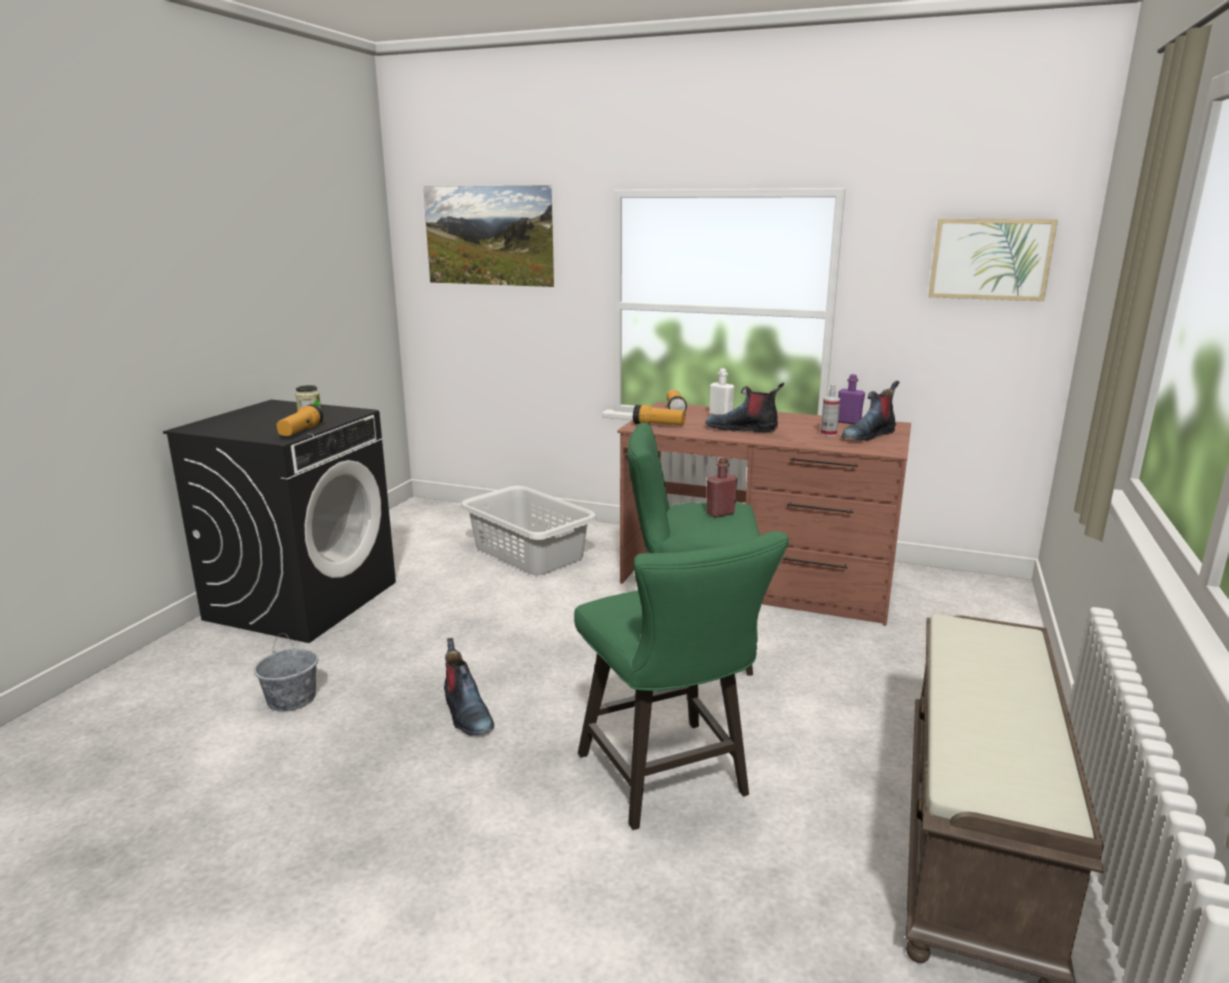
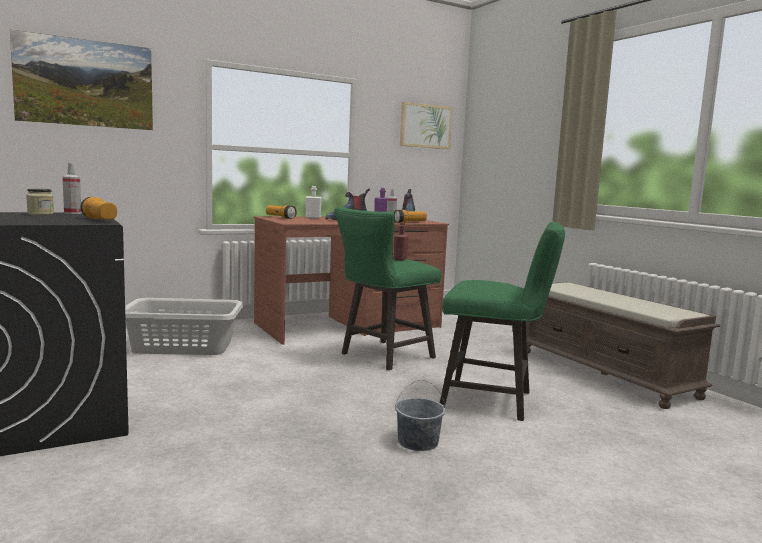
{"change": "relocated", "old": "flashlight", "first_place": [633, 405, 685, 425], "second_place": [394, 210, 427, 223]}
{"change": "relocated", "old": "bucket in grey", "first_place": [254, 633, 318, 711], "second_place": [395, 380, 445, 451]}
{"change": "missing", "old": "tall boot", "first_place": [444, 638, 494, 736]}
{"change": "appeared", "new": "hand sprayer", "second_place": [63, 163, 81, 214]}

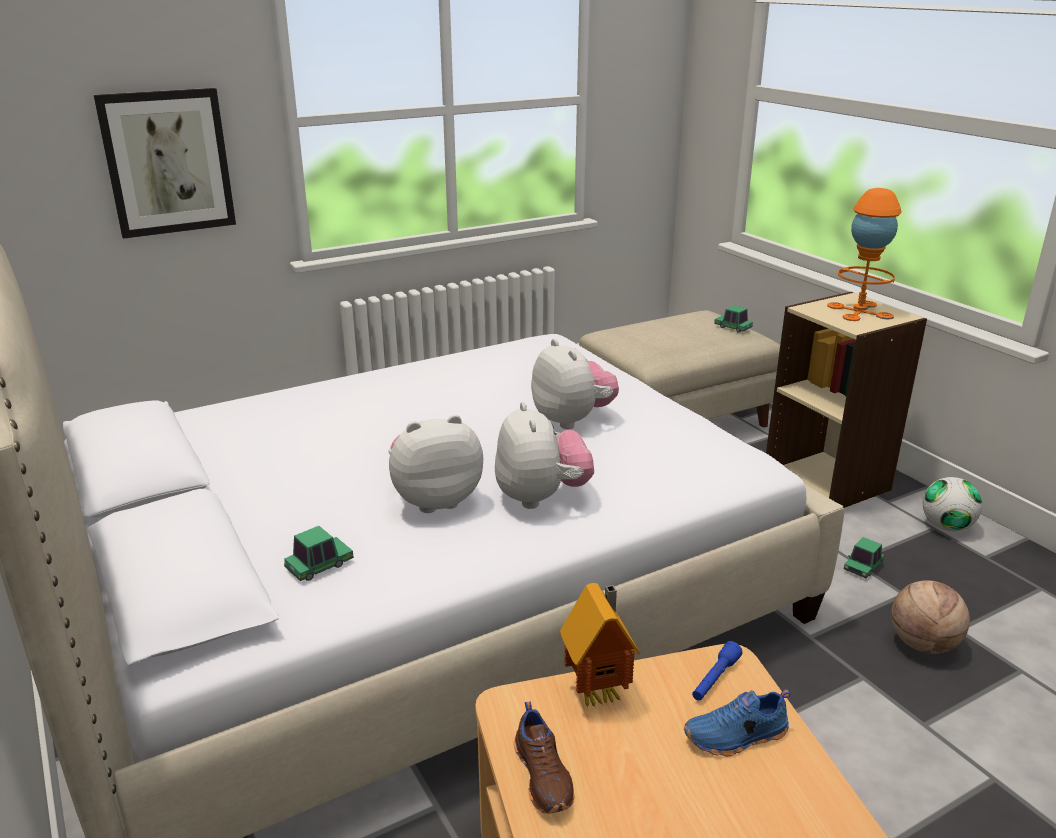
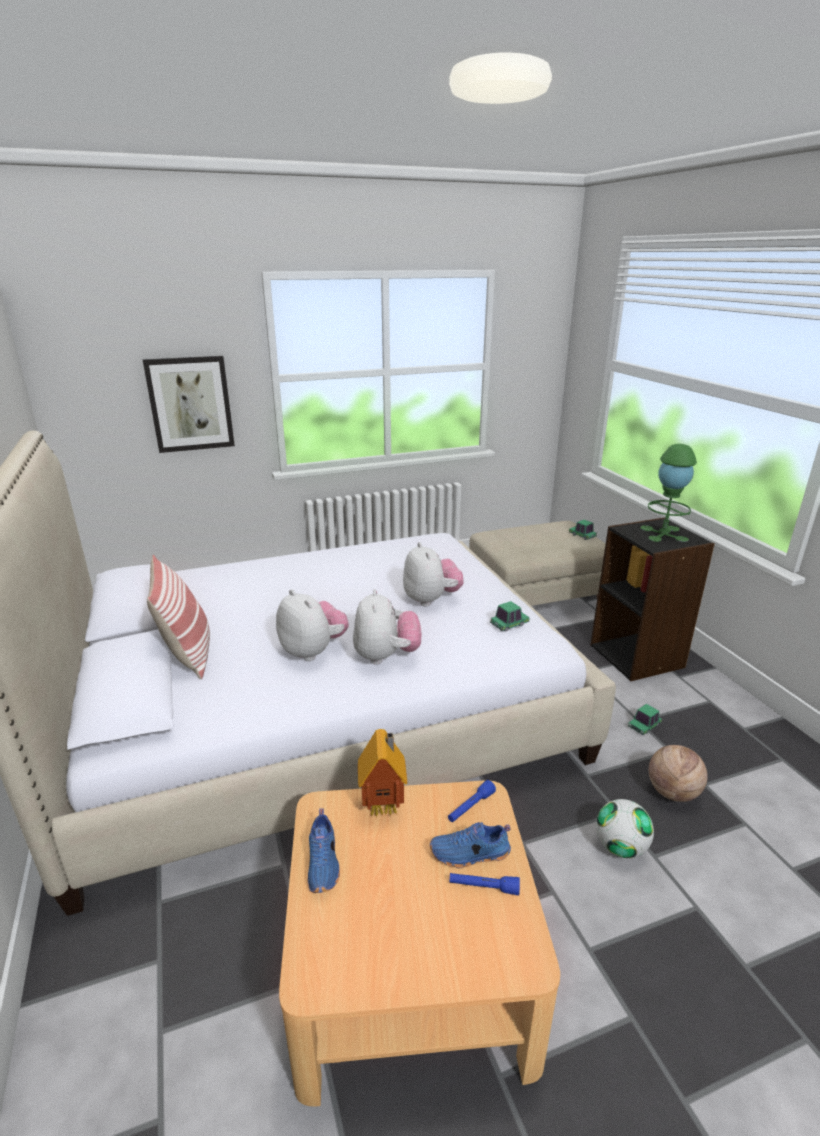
{"change": "colour", "old": "tabletop lamp in orangey", "new": "tabletop lamp in green-coloured", "first_place": [827, 188, 902, 321], "second_place": [641, 444, 697, 542]}
{"change": "colour", "old": "shelving unit in beige-coloured", "new": "shelving unit in black", "first_place": [766, 292, 927, 508], "second_place": [590, 518, 715, 681]}
{"change": "spun", "old": "cuddly toy", "first_place": [388, 415, 483, 513], "second_place": [276, 589, 349, 661], "degrees": 60}
{"change": "relocated", "old": "football ball", "first_place": [923, 477, 982, 531], "second_place": [596, 799, 654, 858]}
{"change": "relocated", "old": "model car", "first_place": [284, 526, 354, 581], "second_place": [490, 601, 530, 632]}
{"change": "colour", "old": "item of footwear in brown-coloured", "new": "item of footwear in blue", "first_place": [514, 701, 574, 814], "second_place": [308, 809, 340, 893]}
{"change": "appeared", "new": "pillow", "second_place": [147, 555, 210, 679]}
{"change": "appeared", "new": "flashlight in blue", "second_place": [449, 873, 520, 896]}

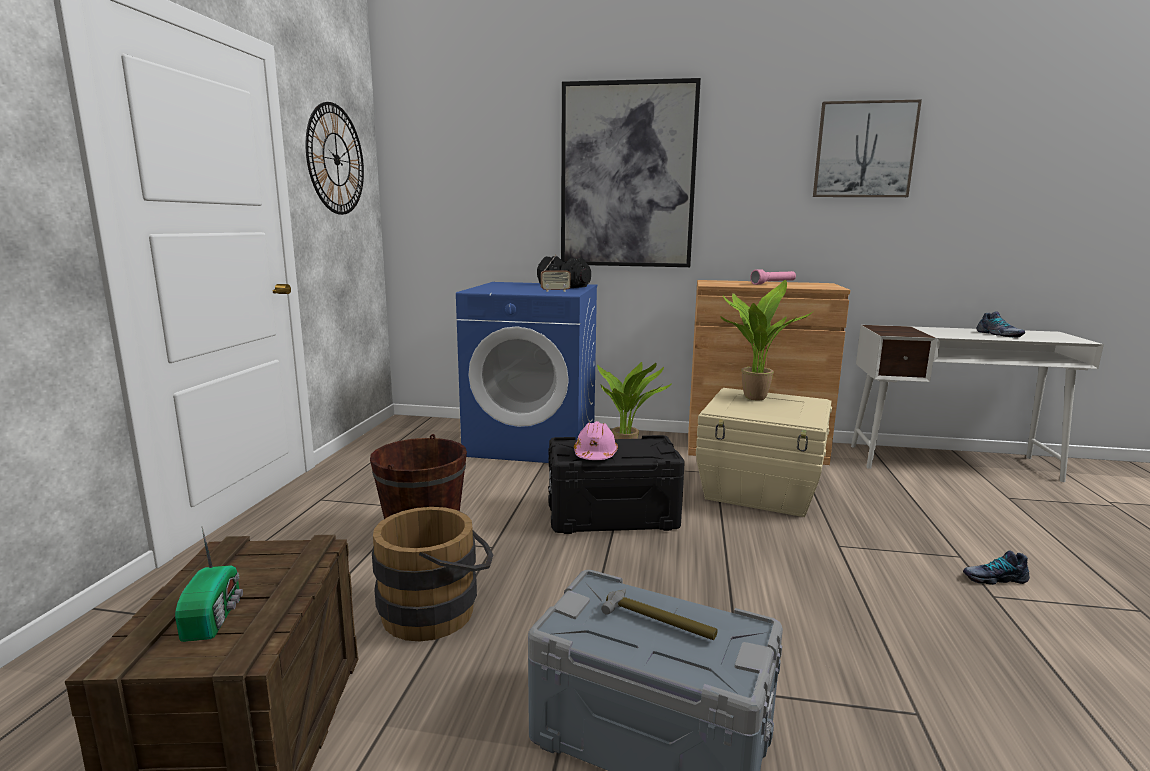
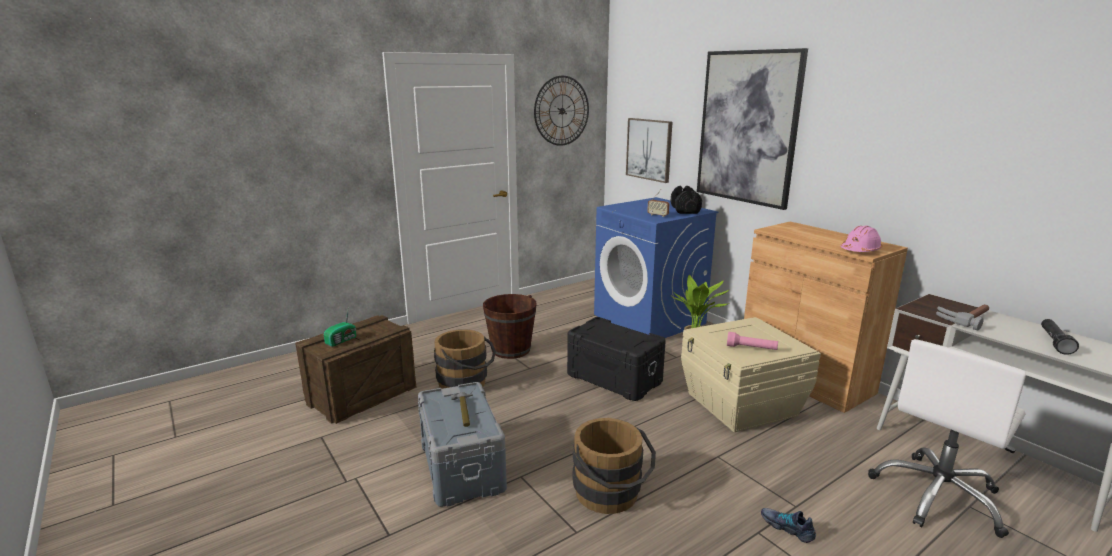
{"change": "relocated", "old": "wall picture", "first_place": [813, 100, 922, 197], "second_place": [626, 118, 672, 183]}
{"change": "relocated", "old": "flashlight in pink", "first_place": [750, 269, 796, 285], "second_place": [727, 332, 778, 350]}
{"change": "missing", "old": "houseplant", "first_place": [720, 280, 814, 400]}
{"change": "exchanged", "old": "item of footwear", "new": "flashlight in black", "first_place": [976, 311, 1025, 338], "second_place": [1041, 319, 1079, 355]}
{"change": "relocated", "old": "hard hat in pink", "first_place": [574, 421, 618, 460], "second_place": [841, 225, 882, 252]}
{"change": "appeared", "new": "tool hammer", "second_place": [936, 304, 989, 331]}
{"change": "appeared", "new": "office chair in whitish", "second_place": [868, 339, 1026, 538]}
{"change": "appeared", "new": "bucket in brown-coloured", "second_place": [573, 418, 656, 514]}

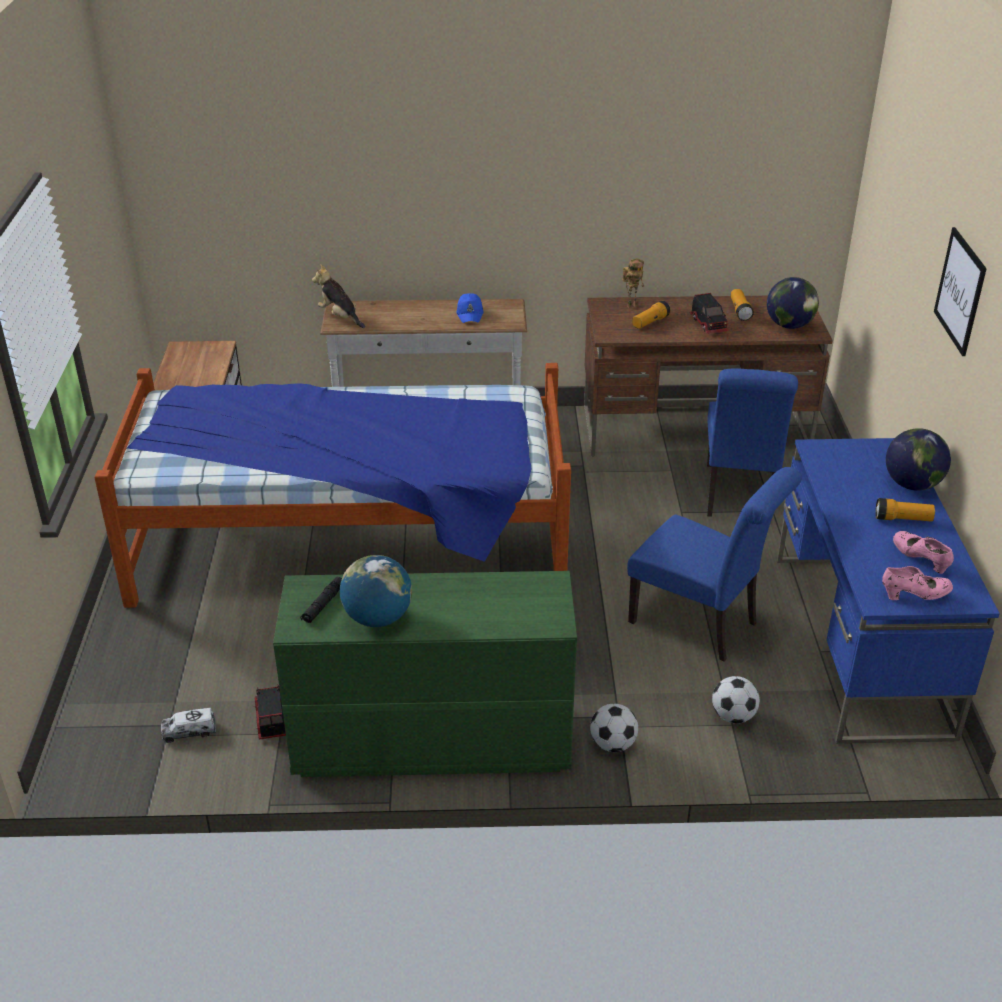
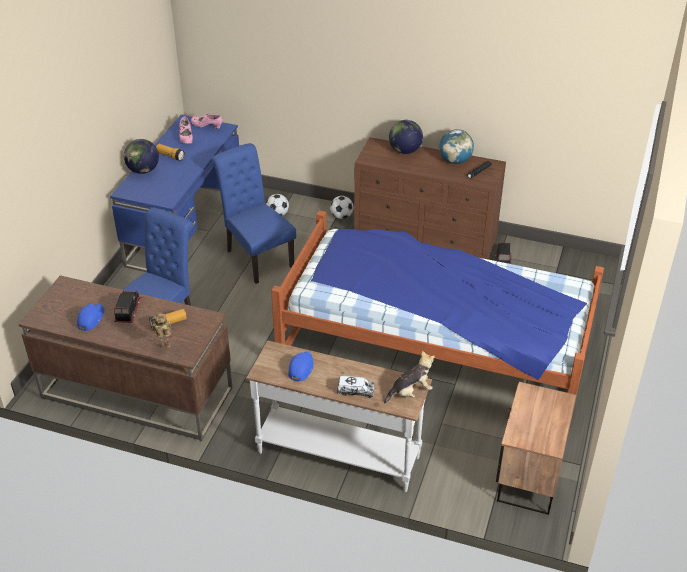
{"change": "missing", "old": "wall picture", "first_place": [934, 227, 987, 356]}
{"change": "spun", "old": "cuddly toy", "first_place": [312, 264, 365, 328], "second_place": [384, 351, 435, 404], "degrees": -90}
{"change": "relocated", "old": "globe", "first_place": [767, 277, 819, 329], "second_place": [389, 120, 423, 154]}
{"change": "exchanged", "old": "flashlight", "new": "cap in blue", "first_place": [731, 289, 754, 321], "second_place": [77, 304, 104, 331]}
{"change": "colour", "old": "chest of drawers in green-coloured", "new": "chest of drawers in brown-coloured", "first_place": [273, 571, 577, 777], "second_place": [354, 137, 506, 259]}
{"change": "relocated", "old": "model truck", "first_place": [161, 708, 216, 743], "second_place": [337, 376, 375, 398]}

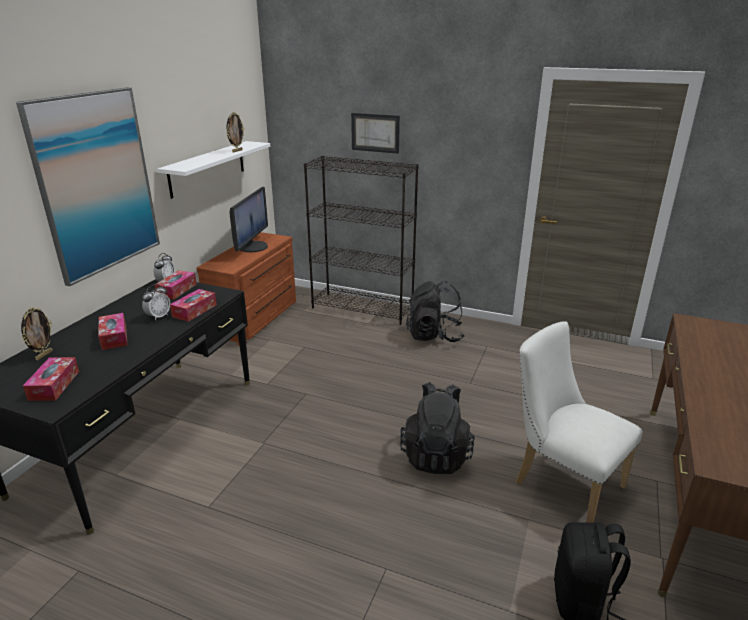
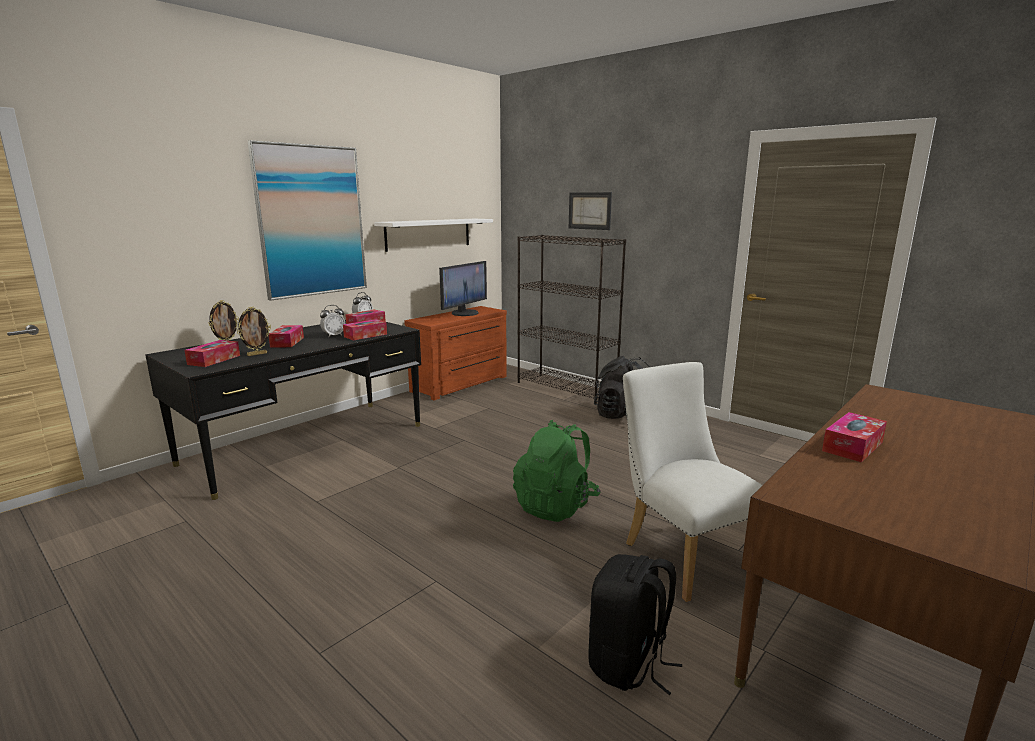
{"change": "relocated", "old": "standing frame", "first_place": [227, 112, 245, 153], "second_place": [237, 307, 271, 356]}
{"change": "colour", "old": "rucksack in black", "new": "rucksack in green-coloured", "first_place": [400, 382, 475, 474], "second_place": [513, 420, 601, 522]}
{"change": "appeared", "new": "tissue box", "second_place": [822, 412, 887, 462]}

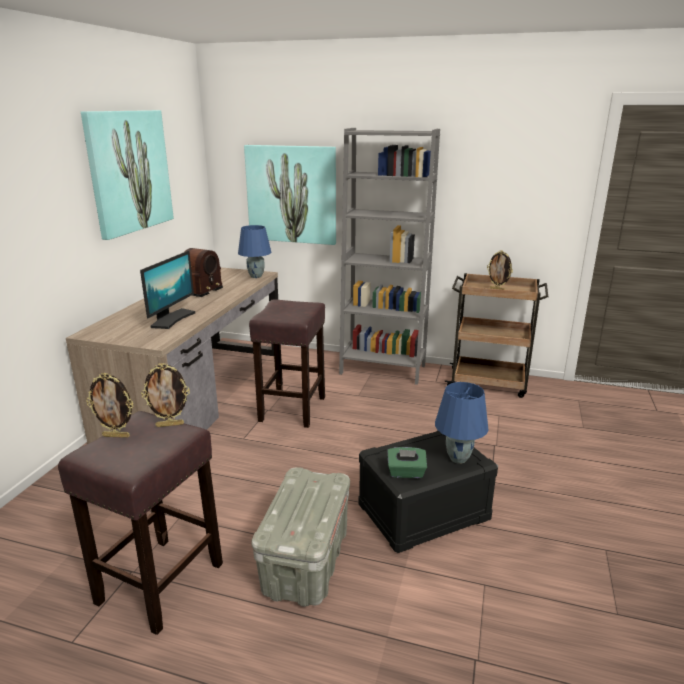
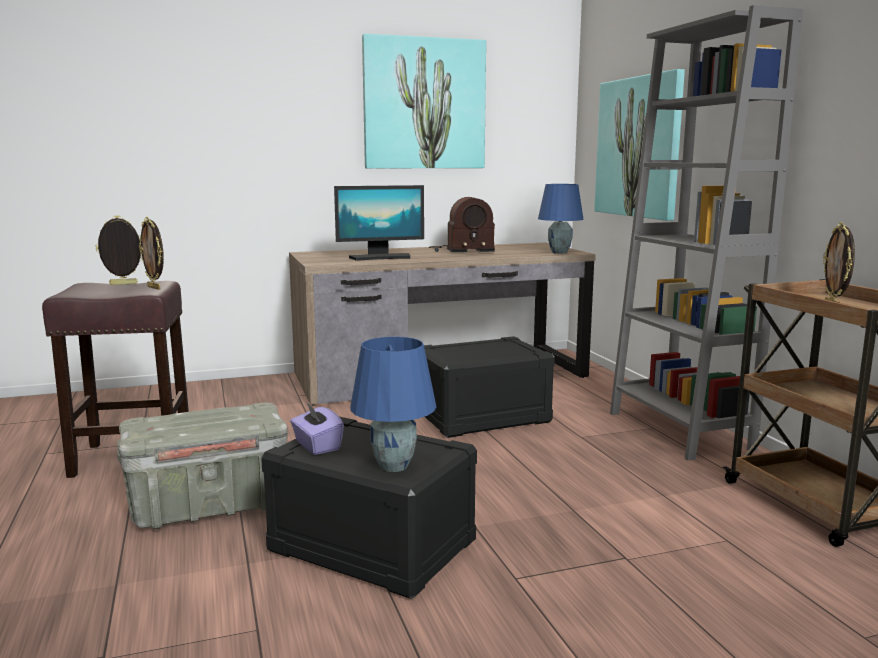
{"change": "exchanged", "old": "stool seat in brown-coloured", "new": "storage bin in black", "first_place": [249, 299, 325, 428], "second_place": [424, 336, 555, 438]}
{"change": "spun", "old": "standing frame", "first_place": [86, 373, 134, 438], "second_place": [96, 216, 141, 285], "degrees": 105}
{"change": "colour", "old": "tissue box in green-coloured", "new": "tissue box in purple", "first_place": [387, 447, 427, 478], "second_place": [290, 402, 344, 455]}

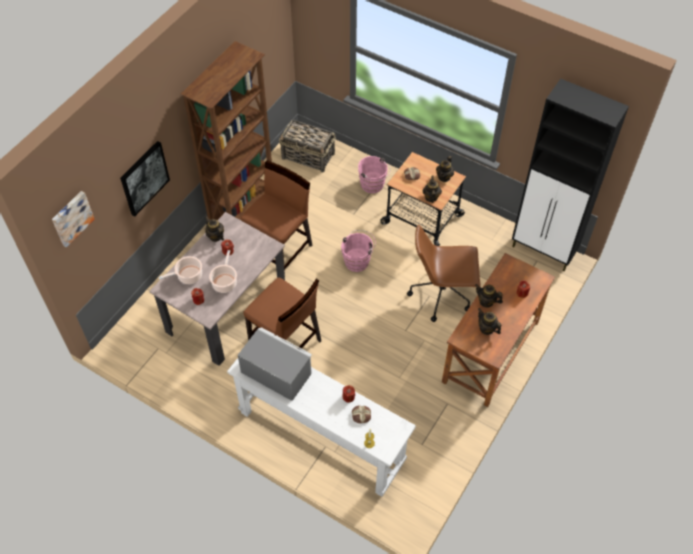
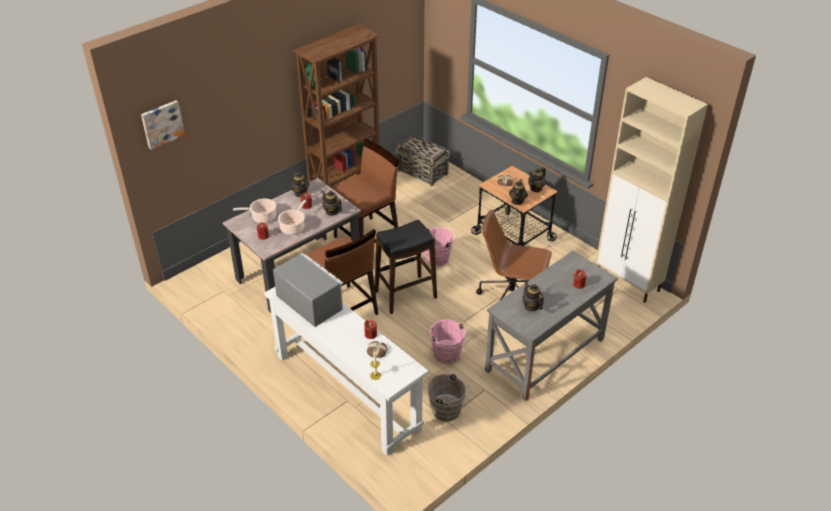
{"change": "colour", "old": "cupboard in black", "new": "cupboard in beige-coloured", "first_place": [512, 79, 629, 271], "second_place": [596, 77, 708, 303]}
{"change": "missing", "old": "wall picture", "first_place": [120, 141, 170, 216]}
{"change": "relocated", "old": "bucket in pink", "first_place": [358, 156, 391, 193], "second_place": [430, 319, 468, 364]}
{"change": "colour", "old": "desk unit in brown-coloured", "new": "desk unit in grey", "first_place": [442, 253, 555, 407], "second_place": [485, 251, 618, 401]}
{"change": "relocated", "old": "pot for tea", "first_place": [475, 284, 503, 308], "second_place": [322, 190, 342, 216]}
{"change": "appeared", "new": "stool seat in black", "second_place": [375, 220, 437, 314]}
{"change": "appeared", "new": "bucket in brown-coloured", "second_place": [428, 374, 470, 421]}

